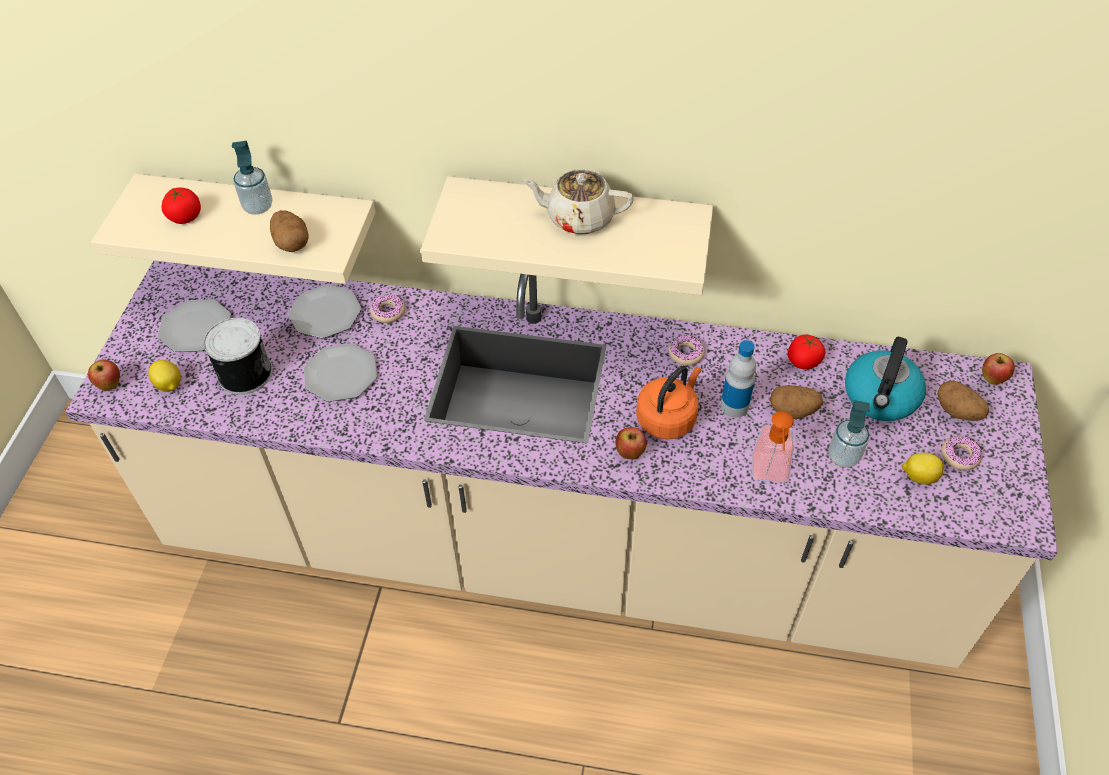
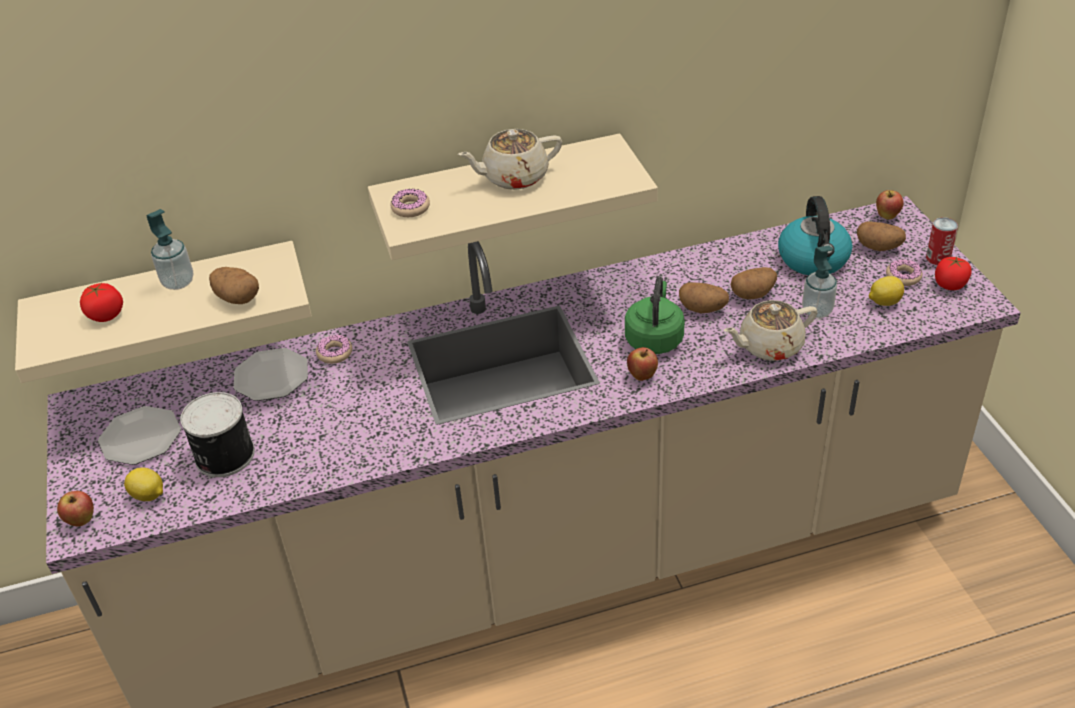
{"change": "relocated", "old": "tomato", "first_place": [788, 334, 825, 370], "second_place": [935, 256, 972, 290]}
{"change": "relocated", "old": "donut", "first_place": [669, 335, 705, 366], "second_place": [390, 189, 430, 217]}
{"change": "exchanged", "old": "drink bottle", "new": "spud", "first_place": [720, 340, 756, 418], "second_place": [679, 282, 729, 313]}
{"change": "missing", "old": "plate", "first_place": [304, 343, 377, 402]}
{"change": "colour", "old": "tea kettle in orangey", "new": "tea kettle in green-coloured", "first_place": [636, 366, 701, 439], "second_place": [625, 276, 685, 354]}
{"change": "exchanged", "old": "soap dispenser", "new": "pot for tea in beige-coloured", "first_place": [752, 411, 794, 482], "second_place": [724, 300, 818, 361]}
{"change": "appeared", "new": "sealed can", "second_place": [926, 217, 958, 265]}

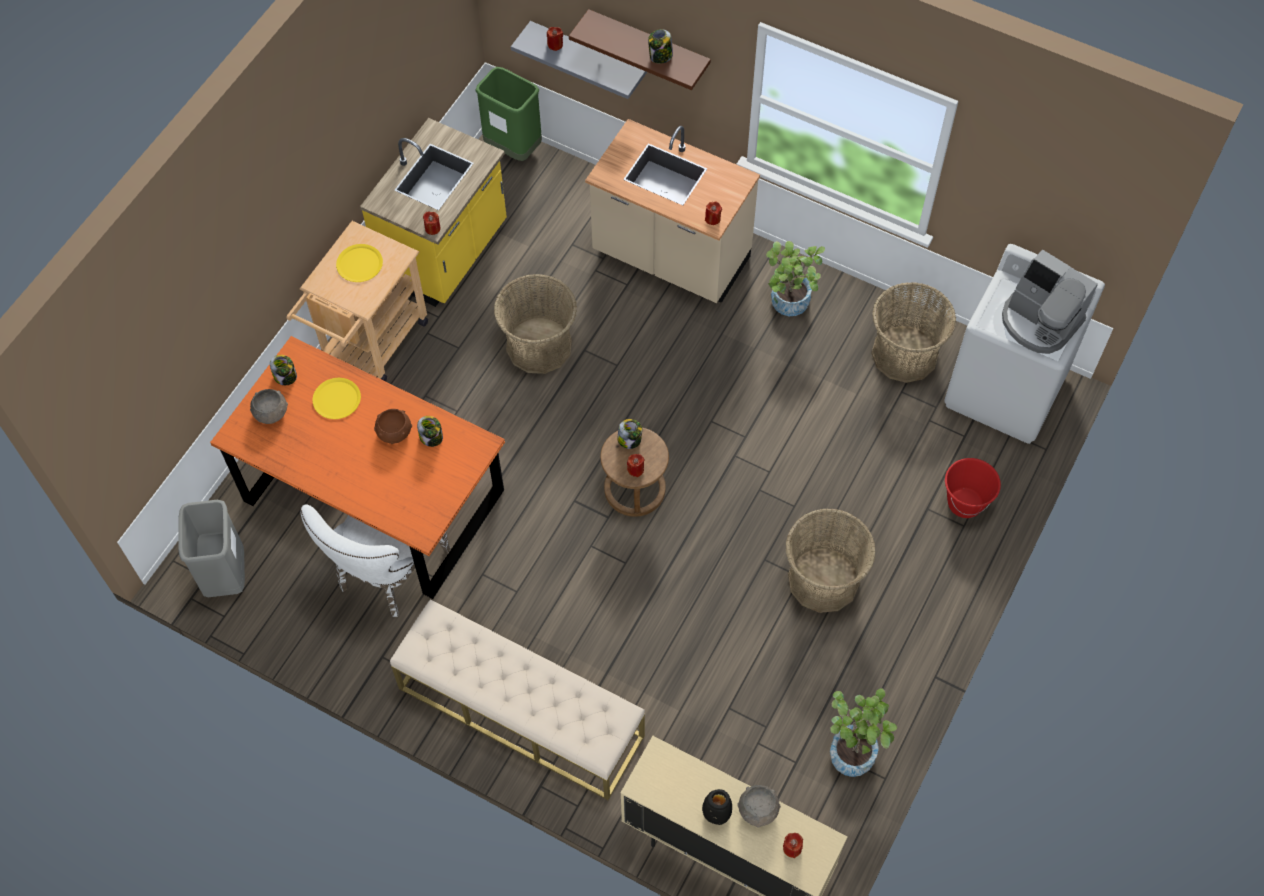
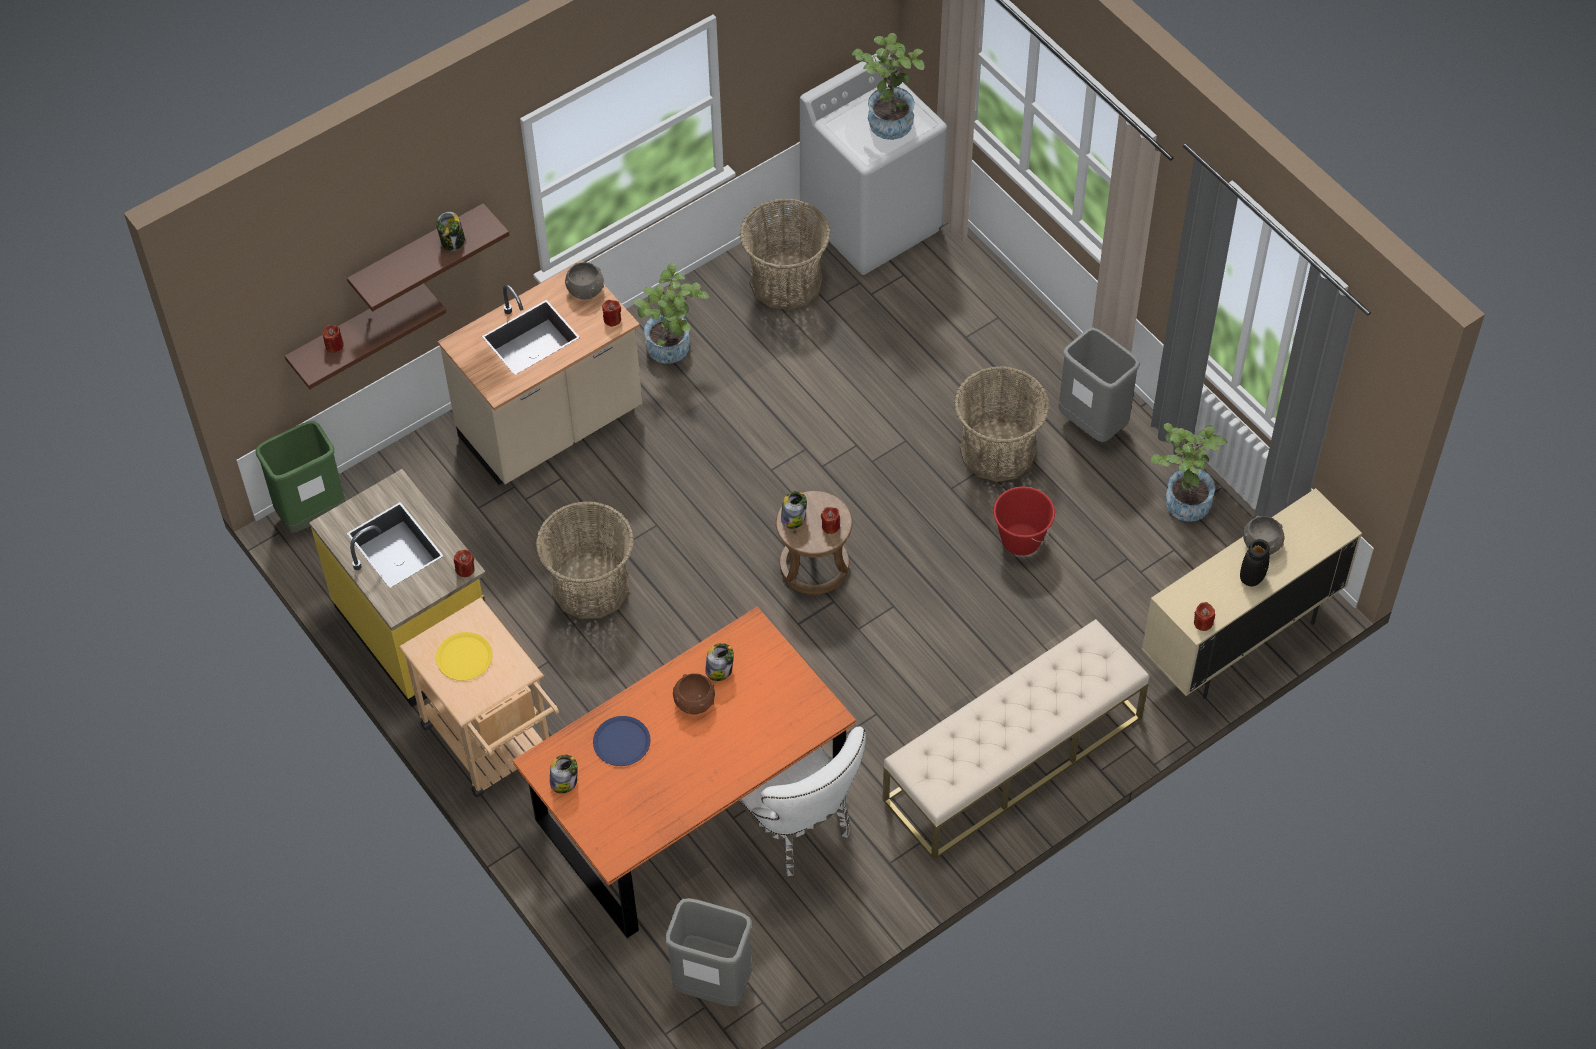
{"change": "colour", "old": "shelf in grey", "new": "shelf in brown-coloured", "first_place": [511, 21, 647, 99], "second_place": [285, 283, 447, 389]}
{"change": "exchanged", "old": "coffee machine", "new": "houseplant", "first_place": [1002, 249, 1098, 354], "second_place": [852, 33, 925, 140]}
{"change": "colour", "old": "plate in yellow", "new": "plate in blue", "first_place": [312, 378, 361, 419], "second_place": [593, 716, 650, 766]}
{"change": "relocated", "old": "deep dish in grey", "first_place": [250, 389, 288, 424], "second_place": [565, 262, 604, 300]}
{"change": "relocated", "old": "bucket in red-coloured", "first_place": [945, 458, 1001, 518], "second_place": [993, 486, 1055, 556]}
{"change": "relocated", "old": "wax candle in red-coloured", "first_place": [783, 833, 803, 858], "second_place": [1194, 602, 1215, 631]}
{"change": "appeared", "new": "rubbish bin in grey", "second_place": [1059, 327, 1140, 442]}

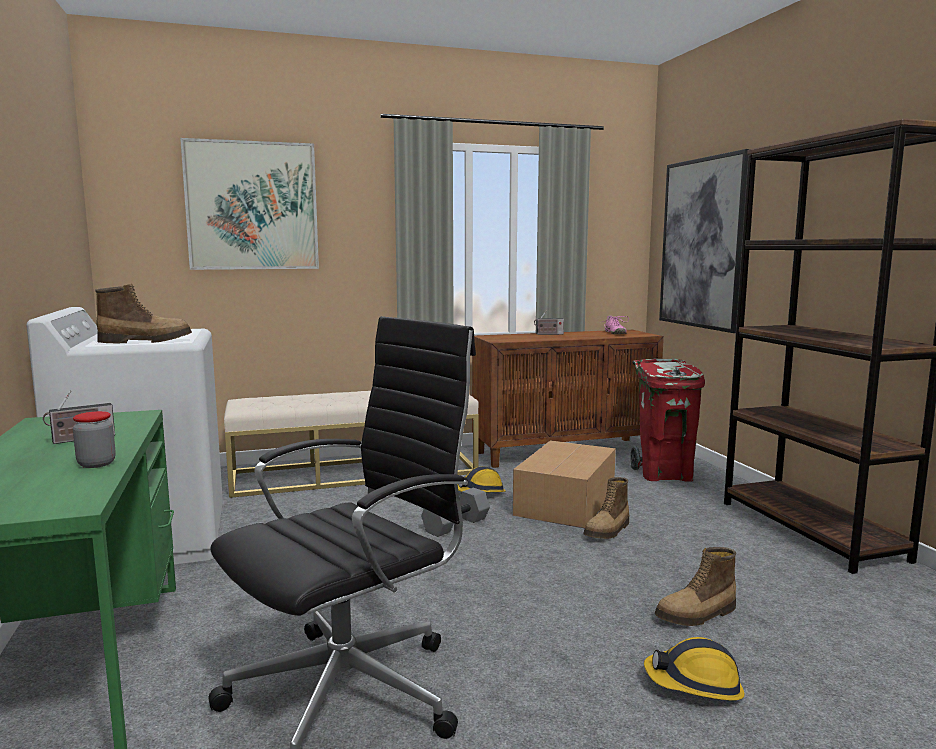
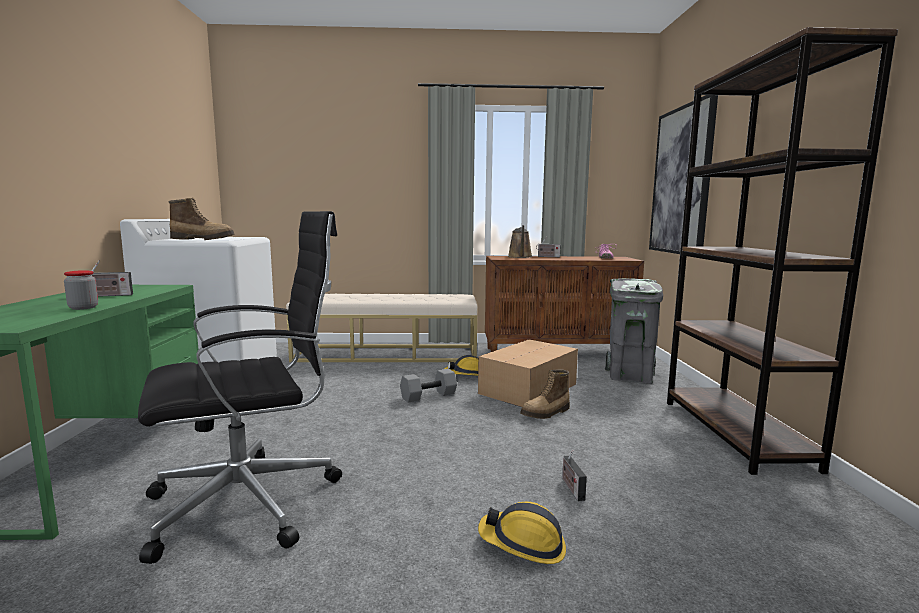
{"change": "missing", "old": "wall picture", "first_place": [180, 138, 319, 270]}
{"change": "colour", "old": "rubbish bin in red-coloured", "new": "rubbish bin in grey", "first_place": [630, 359, 705, 482], "second_place": [605, 278, 663, 384]}
{"change": "exchanged", "old": "tall boot", "new": "radio", "first_place": [655, 547, 736, 626], "second_place": [562, 450, 587, 501]}
{"change": "appeared", "new": "watering pot in brown-coloured", "second_place": [508, 225, 533, 258]}

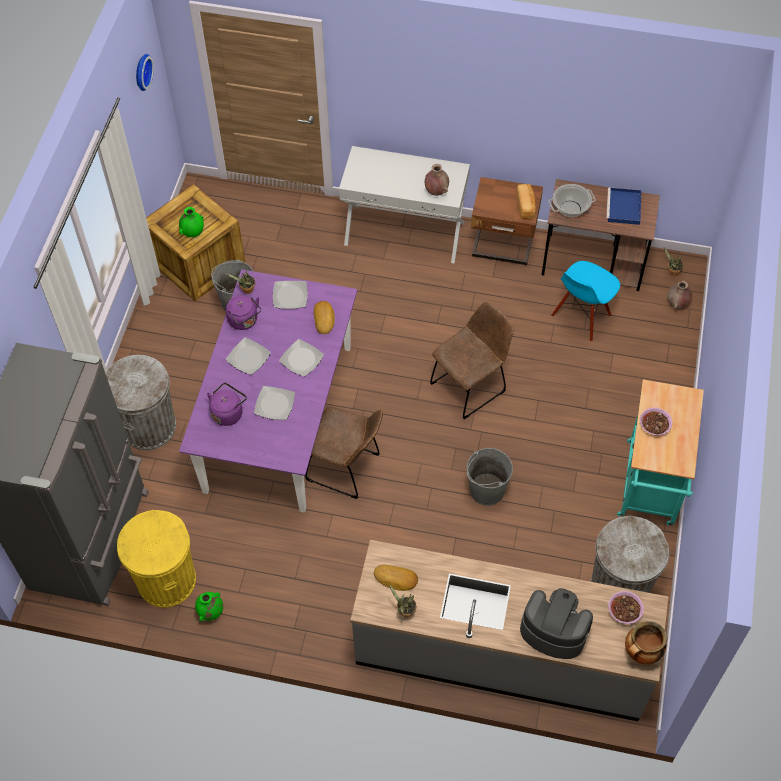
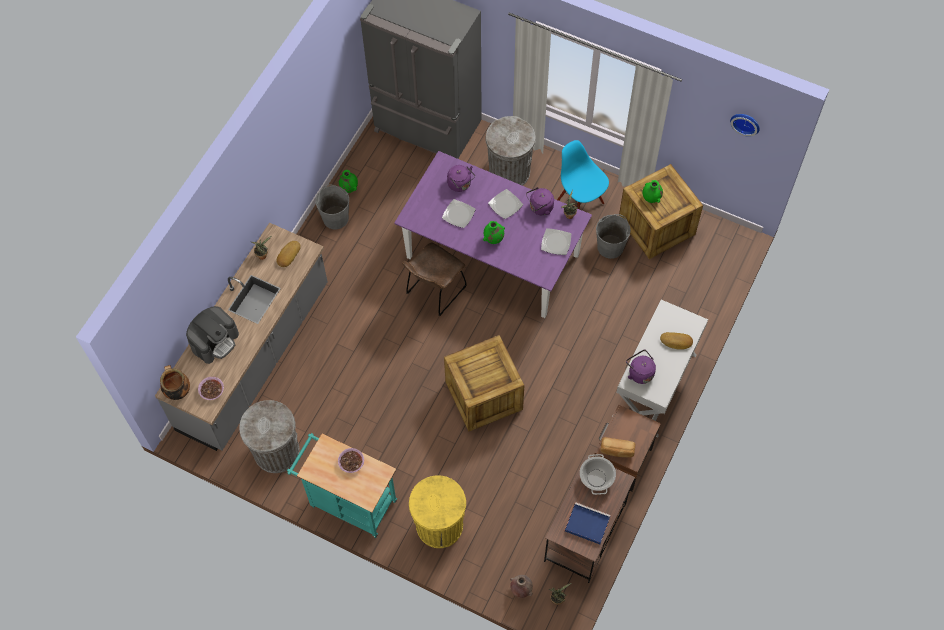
{"change": "exchanged", "old": "flower vase in brown-coloured", "new": "tea kettle in purple", "first_place": [425, 164, 449, 196], "second_place": [626, 350, 656, 384]}
{"change": "relocated", "old": "chair in blue", "first_place": [551, 261, 620, 342], "second_place": [557, 140, 609, 209]}
{"change": "relocated", "old": "bakery bread", "first_place": [314, 301, 335, 334], "second_place": [660, 332, 693, 350]}
{"change": "exchanged", "old": "chair in brown-coloured", "new": "crate", "first_place": [430, 302, 514, 419], "second_place": [444, 335, 524, 432]}
{"change": "exchanged", "old": "plate", "new": "flower vase in green-coloured", "first_place": [279, 339, 324, 377], "second_place": [483, 221, 505, 244]}
{"change": "relocated", "old": "bucket in grey", "first_place": [467, 448, 513, 506], "second_place": [315, 184, 349, 229]}
{"change": "relocated", "old": "rubbish bin in yellow", "first_place": [117, 510, 196, 608], "second_place": [409, 475, 466, 548]}

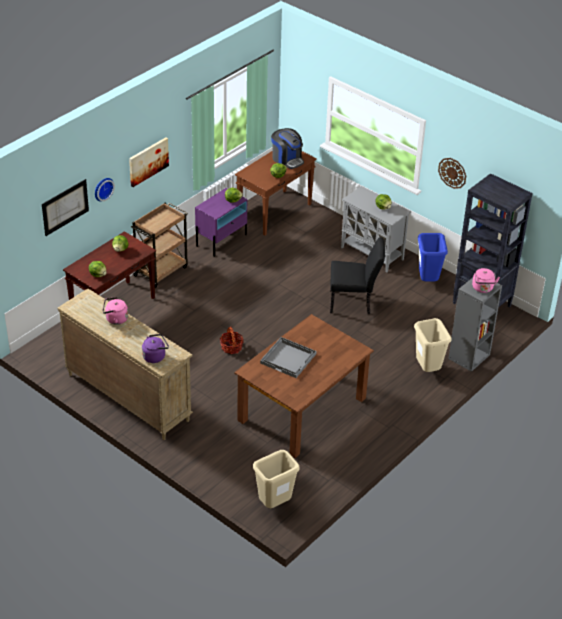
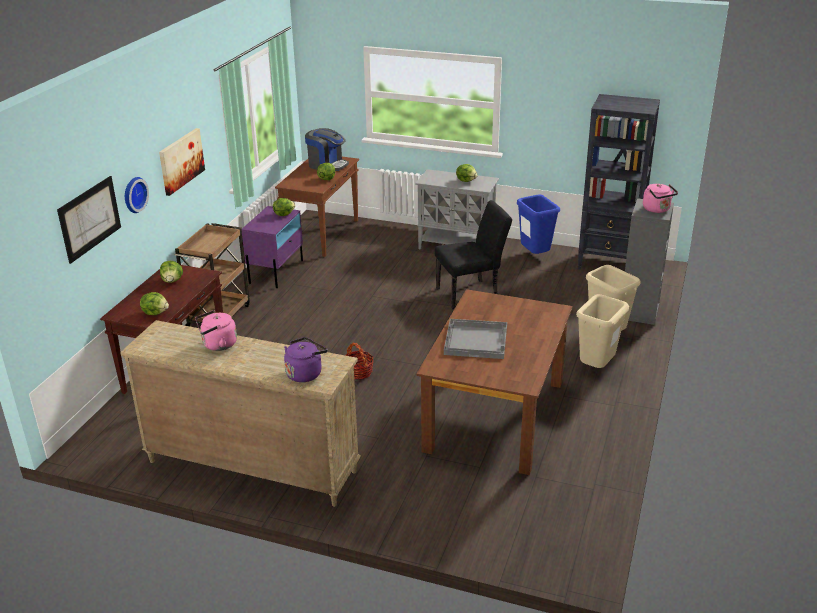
{"change": "missing", "old": "wall clock", "first_place": [438, 158, 466, 189]}
{"change": "relocated", "old": "rubbish bin in beige-coloured", "first_place": [253, 450, 300, 508], "second_place": [576, 294, 629, 368]}

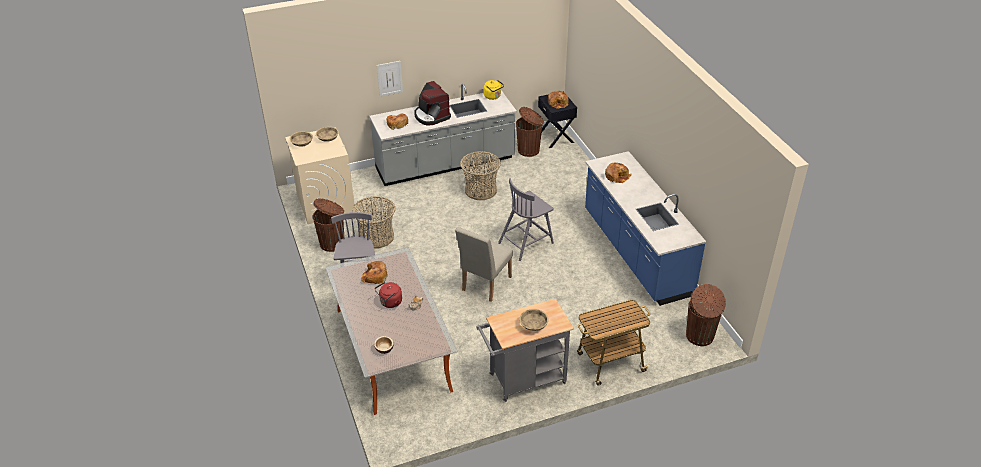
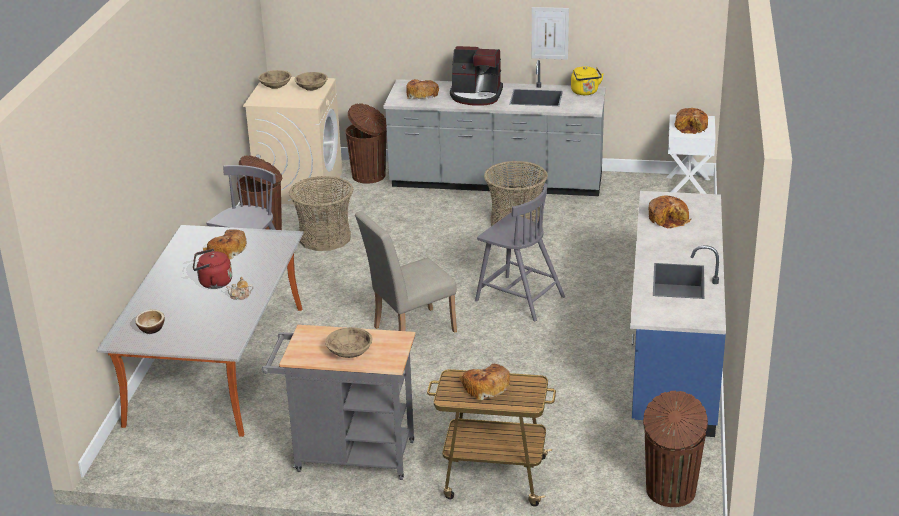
{"change": "relocated", "old": "wall picture", "first_place": [377, 61, 403, 97], "second_place": [532, 7, 569, 60]}
{"change": "spun", "old": "coffee machine", "first_place": [414, 81, 451, 126], "second_place": [450, 46, 503, 106], "degrees": -75}
{"change": "colour", "old": "nightstand in black", "new": "nightstand in whitish", "first_place": [538, 91, 577, 148], "second_place": [666, 114, 716, 194]}
{"change": "relocated", "old": "rubbish bin in brown-coloured", "first_place": [516, 107, 544, 157], "second_place": [345, 103, 387, 184]}
{"change": "spun", "old": "chair in grey", "first_place": [498, 178, 554, 261], "second_place": [475, 184, 565, 321], "degrees": -135}
{"change": "appeared", "new": "bakery bread", "second_place": [459, 364, 510, 400]}

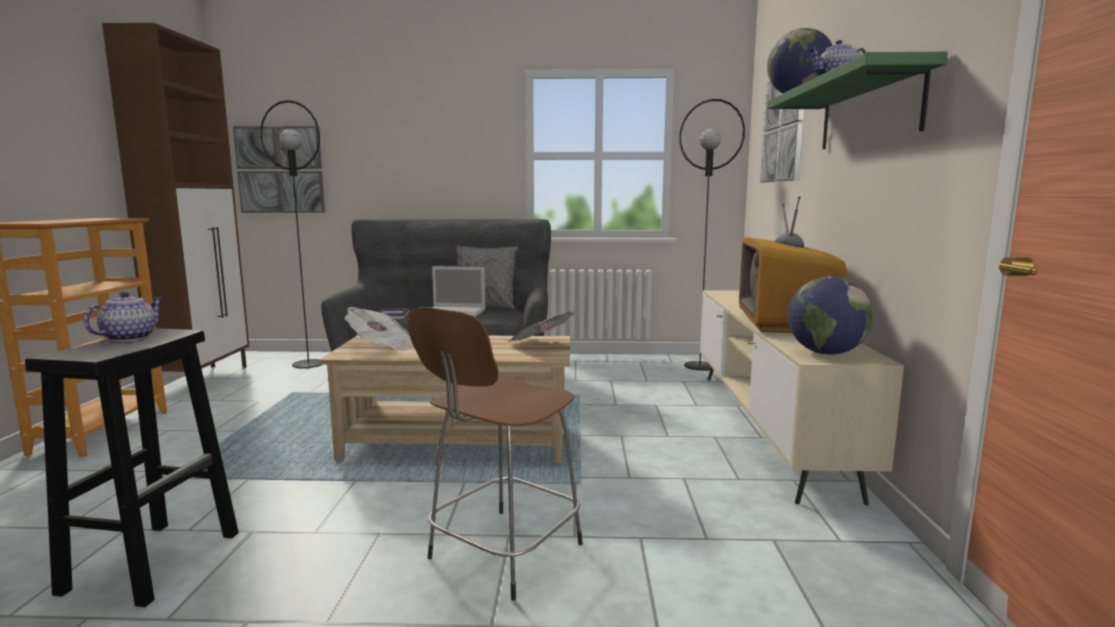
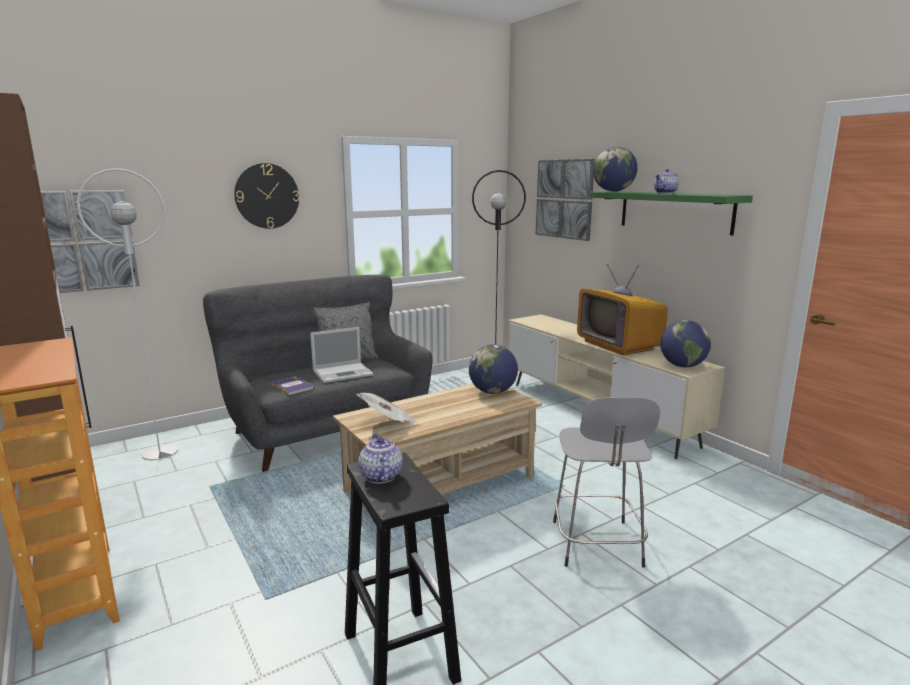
{"change": "colour", "old": "standing lamp in black", "new": "standing lamp in whitish", "first_place": [260, 100, 321, 368], "second_place": [77, 168, 178, 461]}
{"change": "colour", "old": "stool seat in brown-coloured", "new": "stool seat in grey", "first_place": [408, 307, 583, 601], "second_place": [553, 397, 660, 568]}
{"change": "exchanged", "old": "newspaper", "new": "globe", "first_place": [508, 311, 574, 342], "second_place": [469, 344, 518, 394]}
{"change": "appeared", "new": "wall clock", "second_place": [234, 163, 299, 229]}

